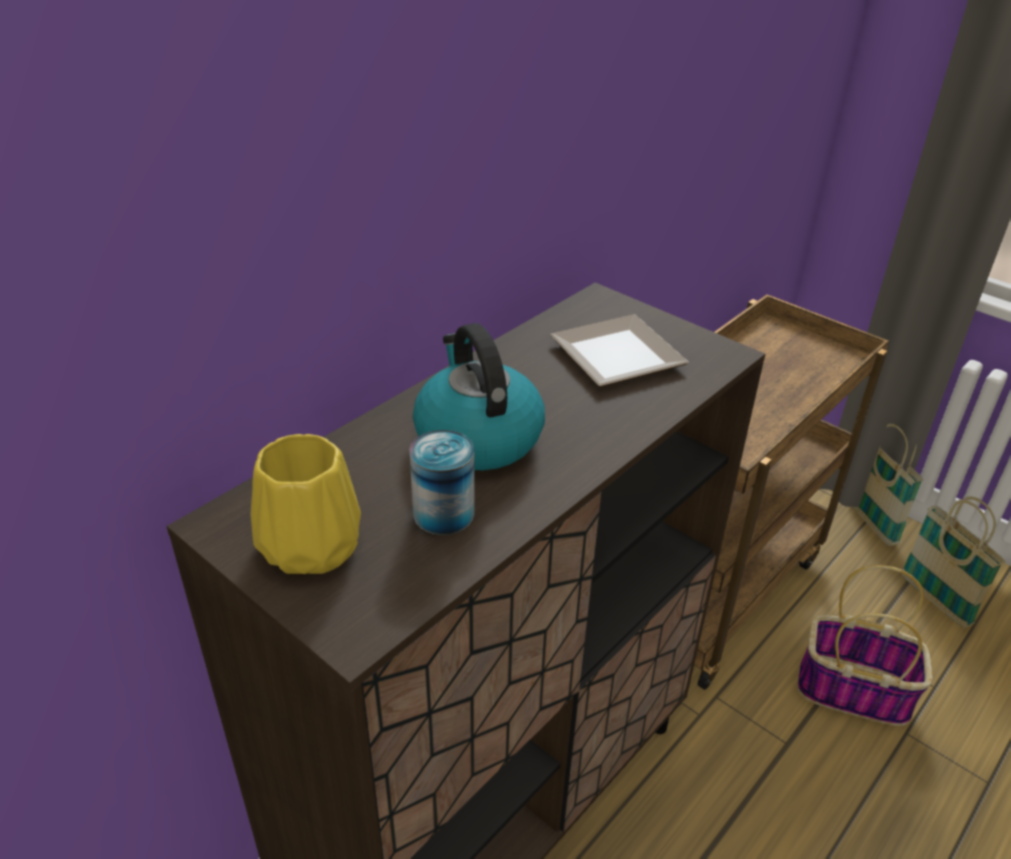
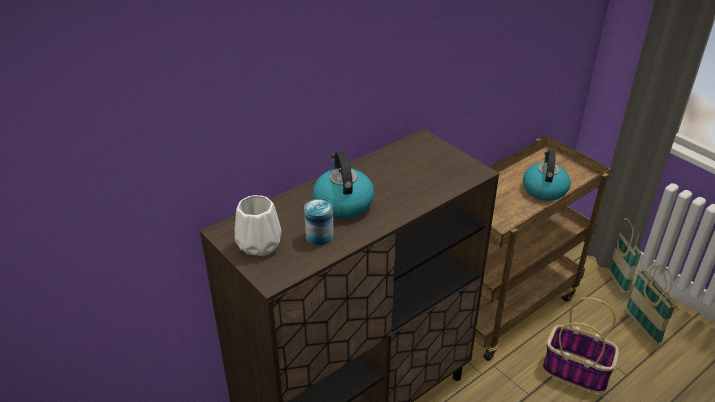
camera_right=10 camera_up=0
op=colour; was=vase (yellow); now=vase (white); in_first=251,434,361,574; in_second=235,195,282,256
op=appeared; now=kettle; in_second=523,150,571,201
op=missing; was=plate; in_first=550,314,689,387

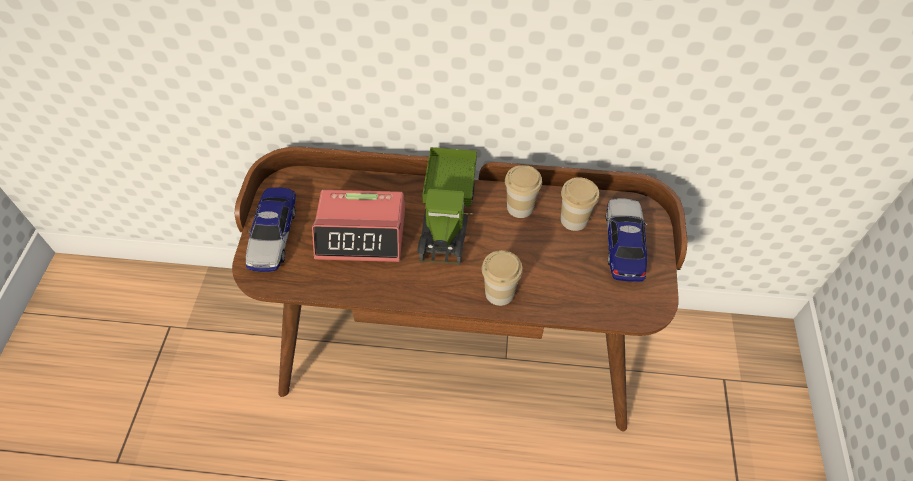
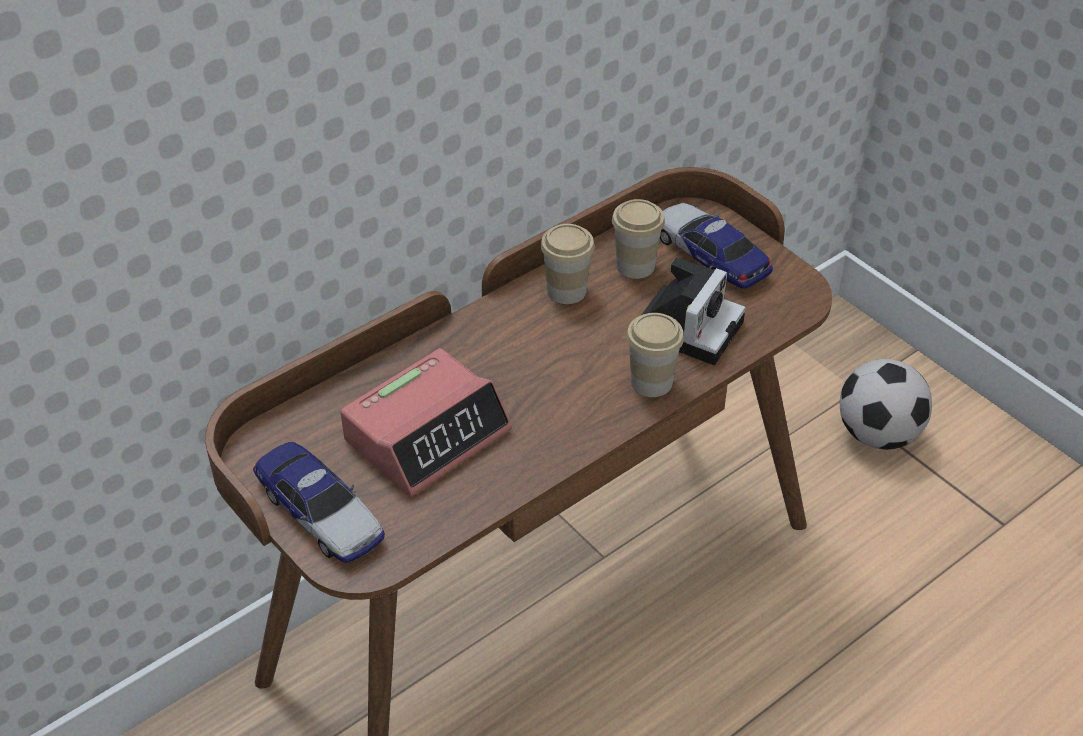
camera_right=-45 camera_up=-10
op=appeared; now=photo camera; in_second=642,258,746,365
op=appeared; now=football; in_second=840,359,932,450
op=missing; was=toy truck; in_first=417,147,477,265

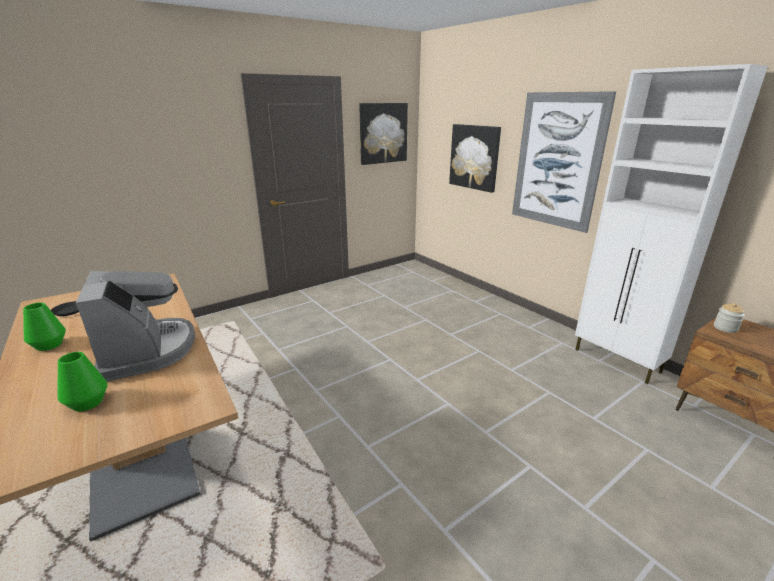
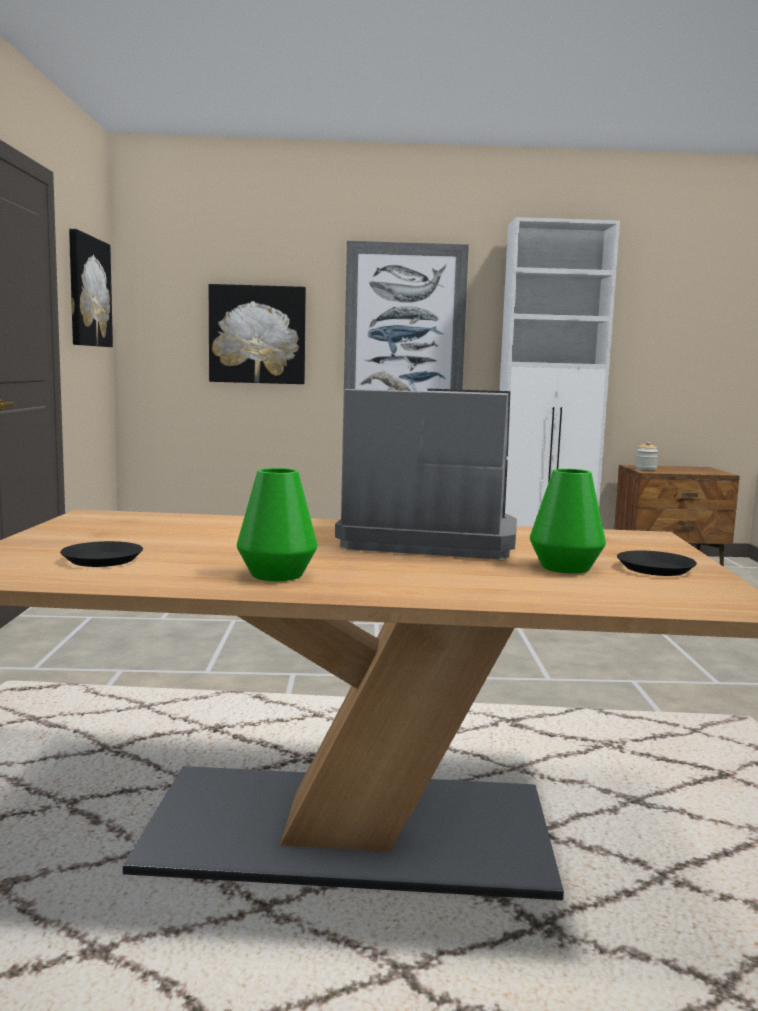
camera_right=-55 camera_up=-15
op=appeared; now=plate (black); in_second=617,551,697,576

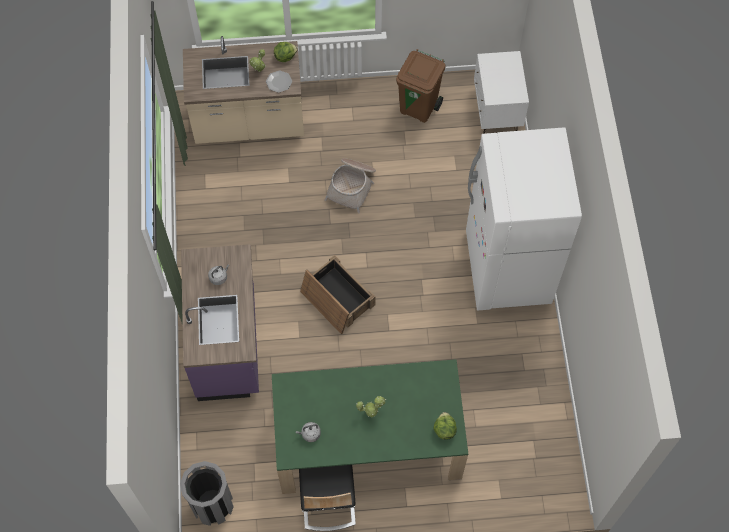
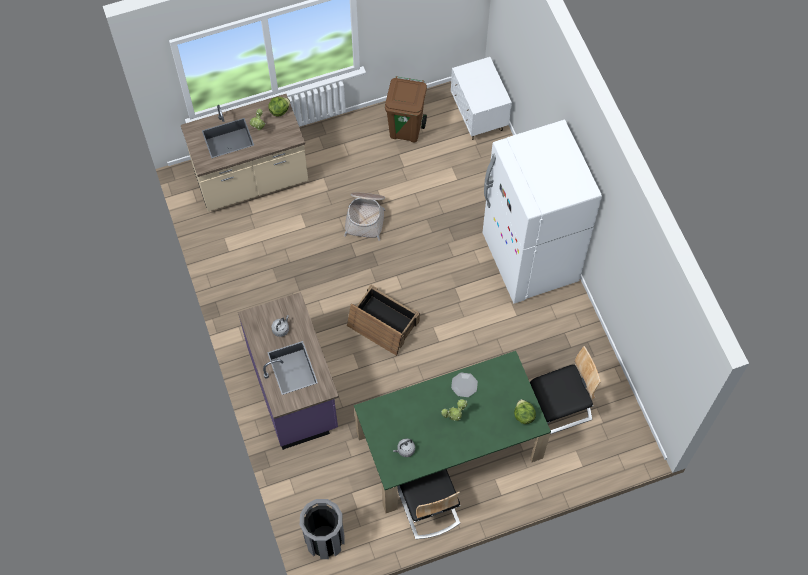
camera_right=-15 camera_up=0
op=relocated; was=plate; in_first=266,70,292,93; in_second=451,373,478,397
op=appeared; now=chair; in_second=530,346,601,434

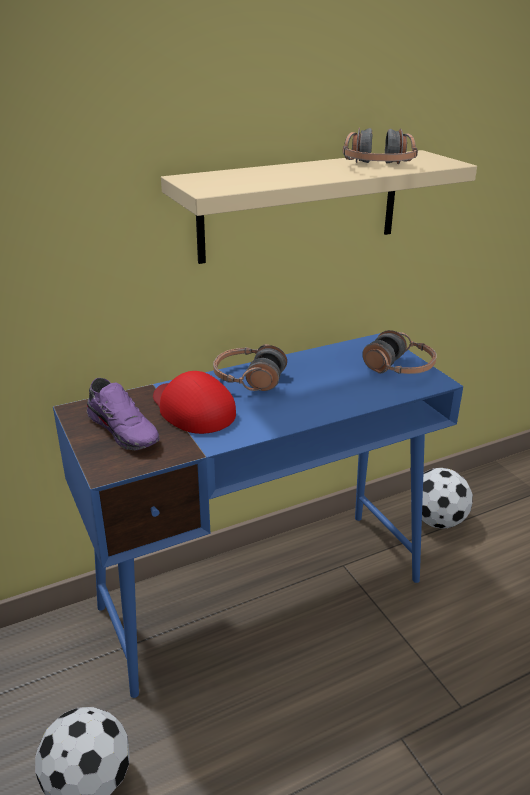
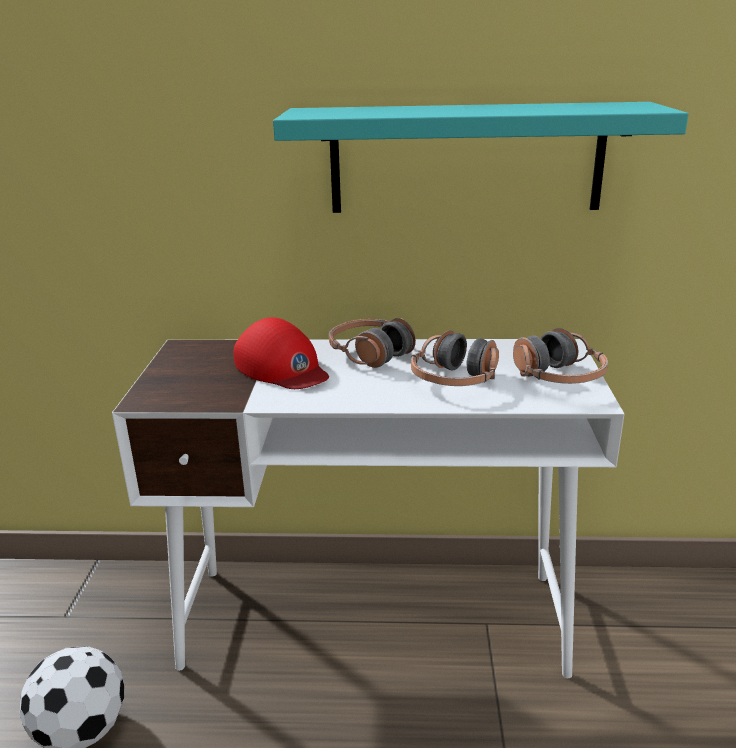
camera_right=30 camera_up=-5
op=colour; was=desk (blue); now=desk (white); in_first=53,333,463,698; in_second=112,339,625,678
op=spun; was=cap (red); in_first=153,371,236,434; in_second=234,317,329,389; clockwise=150
op=colour; was=shelf (beige); now=shelf (turquoise); in_first=161,150,477,264; in_second=273,102,688,213
op=relocated; was=headphones; in_first=343,128,418,164; in_second=411,330,499,386
op=missing; was=shoe (purple); in_first=87,378,159,450
op=missing; was=football; in_first=422,468,473,529

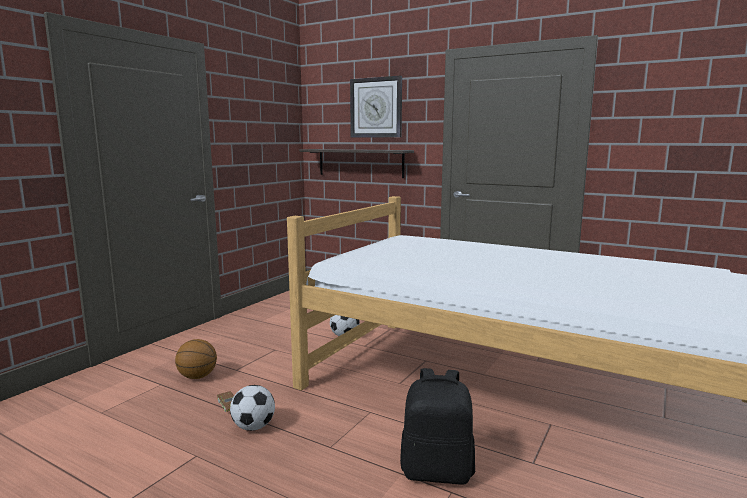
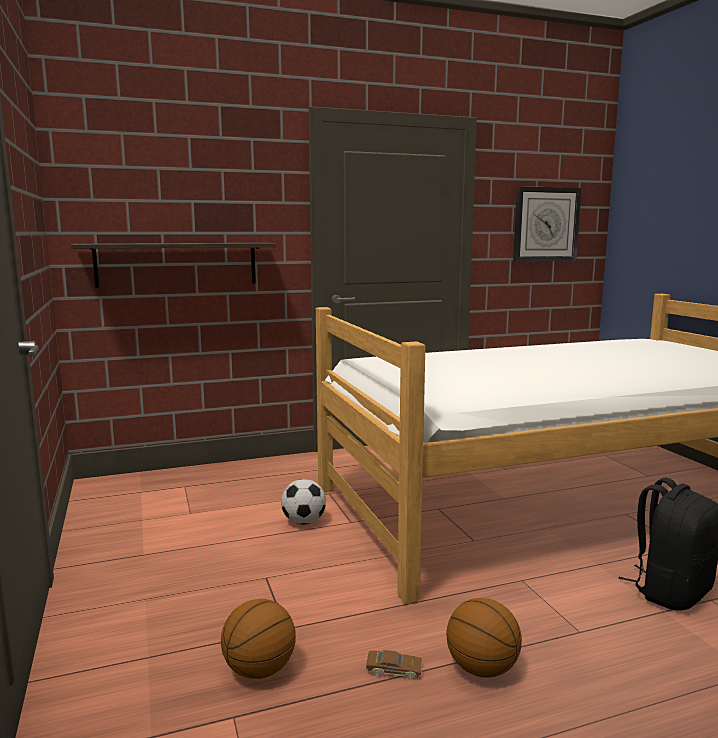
camera_right=-50 camera_up=0
op=exchanged; was=football; now=basketball; in_first=230,385,275,431; in_second=446,598,522,678
op=relocated; was=wall clock; in_first=350,76,402,137; in_second=513,186,582,262

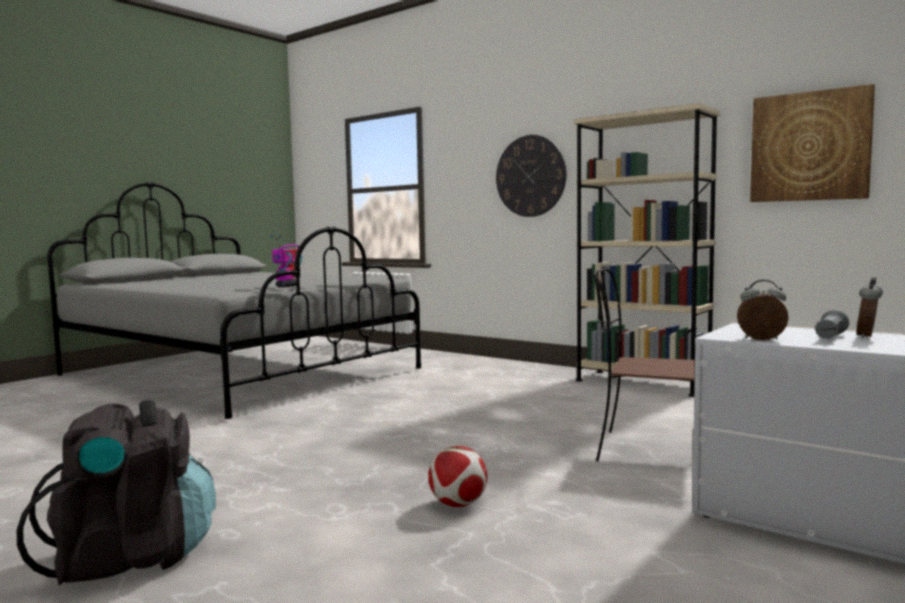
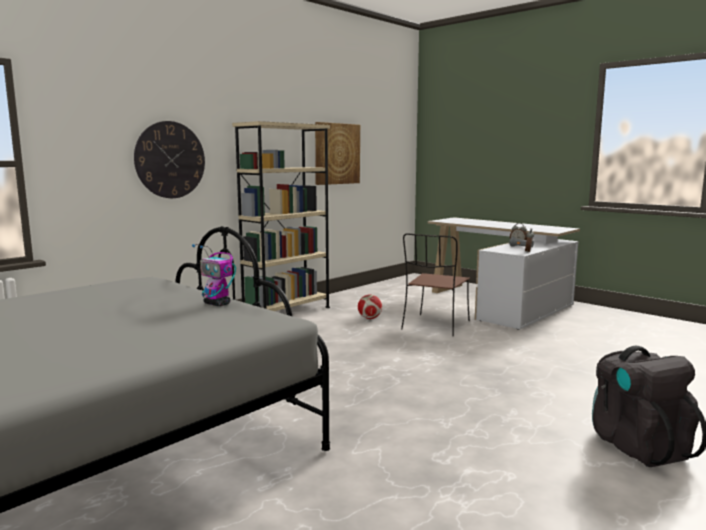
camera_right=-85 camera_up=5
op=relocated; was=football; in_first=428,446,487,507; in_second=358,294,382,319

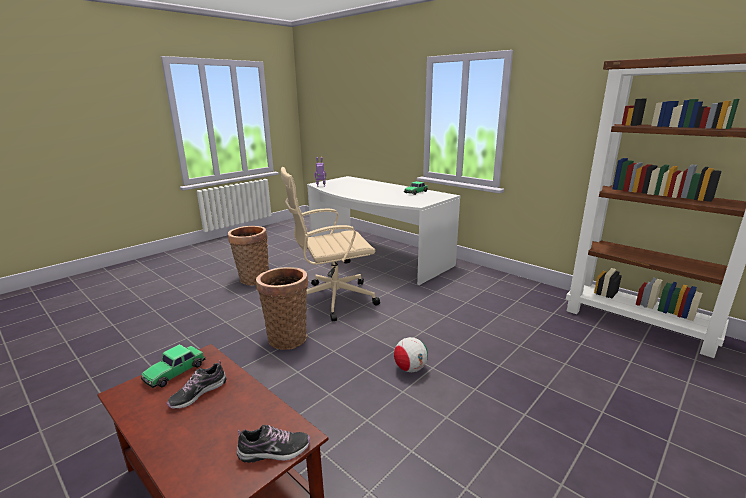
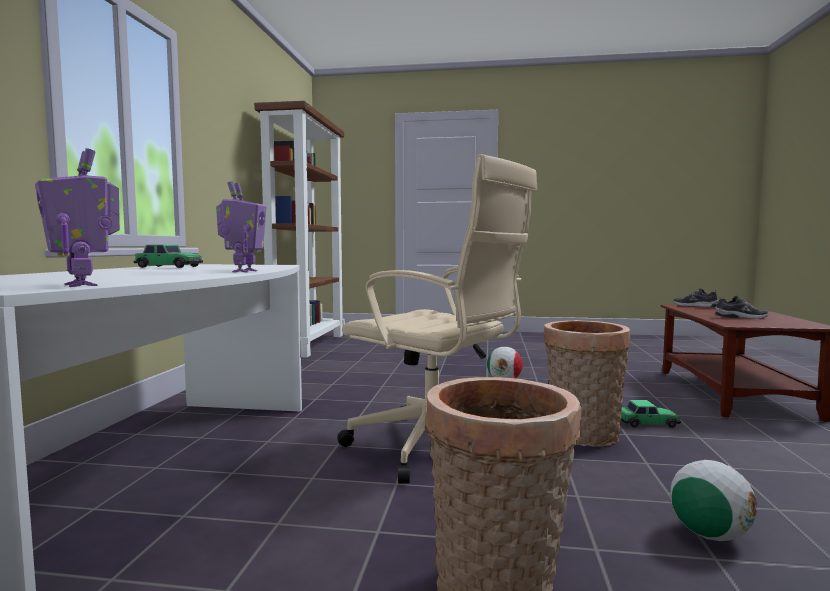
camera_right=-125 camera_up=-15
op=appeared; now=toy robot; in_second=216,181,266,272
op=relocated; was=toy car; in_first=141,344,205,388; in_second=621,400,681,428
op=appeared; now=football; in_second=670,460,757,541

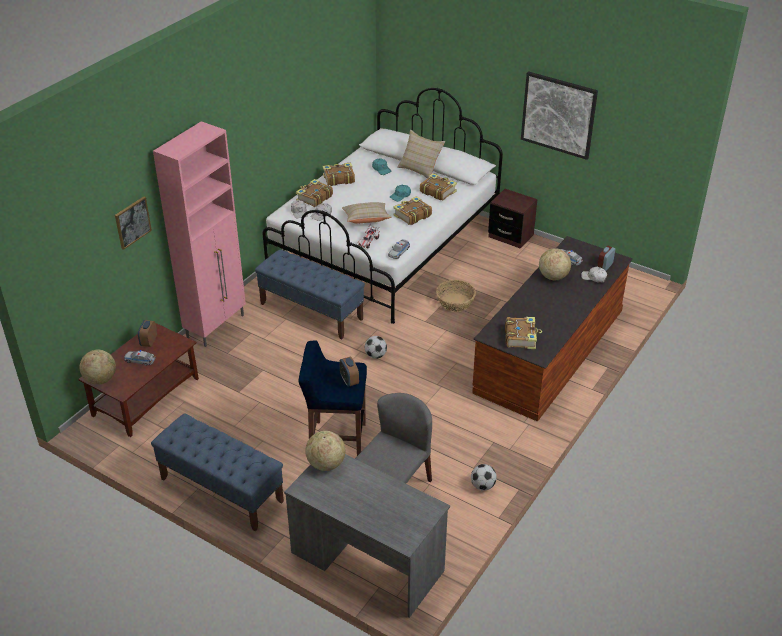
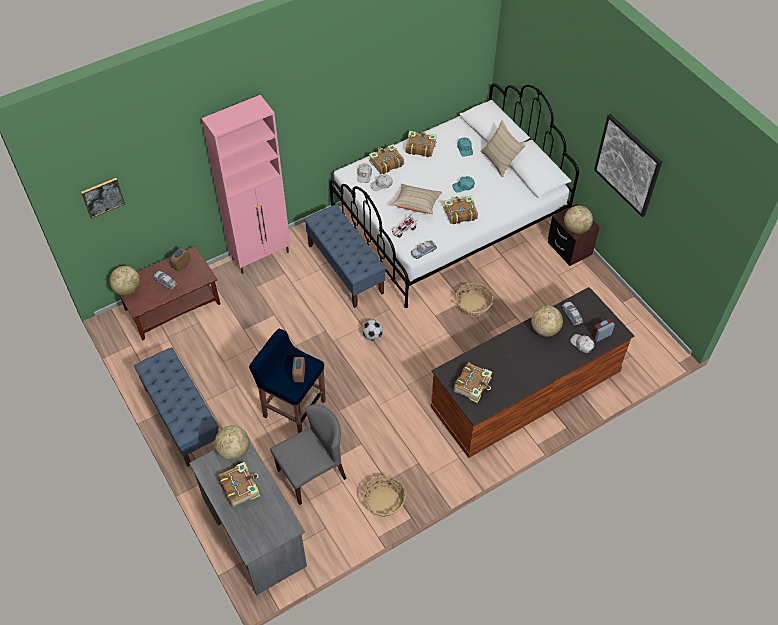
camera_right=25 camera_up=15
op=relocated; was=picture; in_first=115,196,152,250; in_second=81,178,125,219
op=relocated; was=book; in_first=420,173,457,200; in_second=218,462,260,507
op=exchanged; was=football; now=basket; in_first=471,464,497,491; in_second=362,475,406,517
op=appeared; now=globe; in_second=564,206,593,234

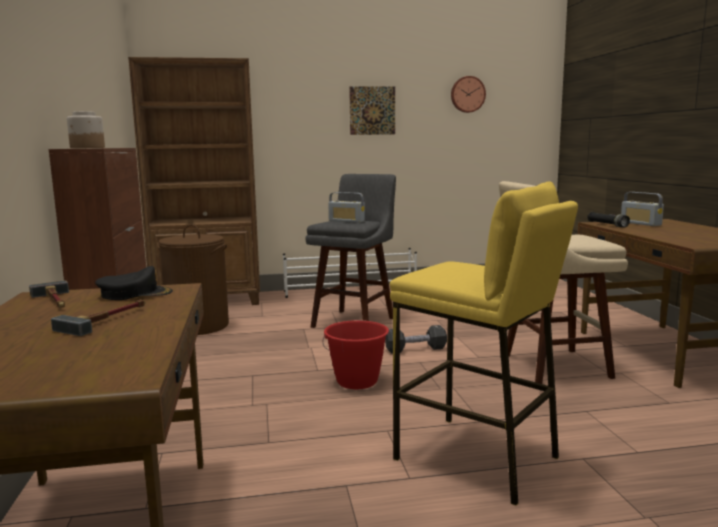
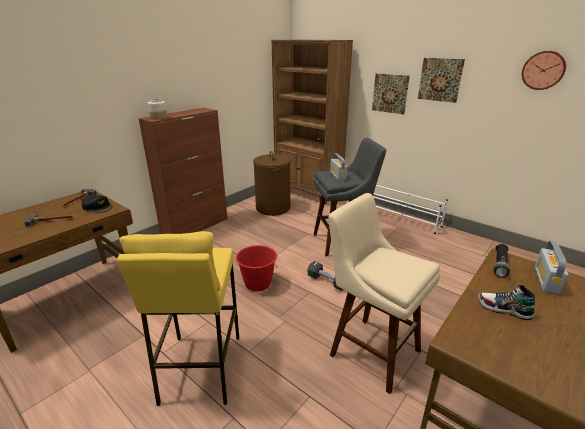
camera_right=50 camera_up=15
op=appeared; now=picture; in_second=372,74,410,114
op=appeared; now=shoe; in_second=478,285,535,320

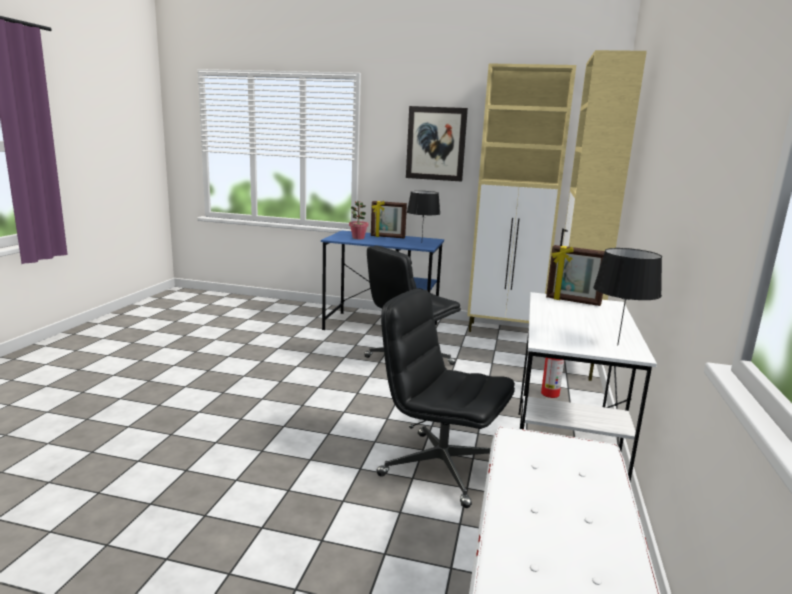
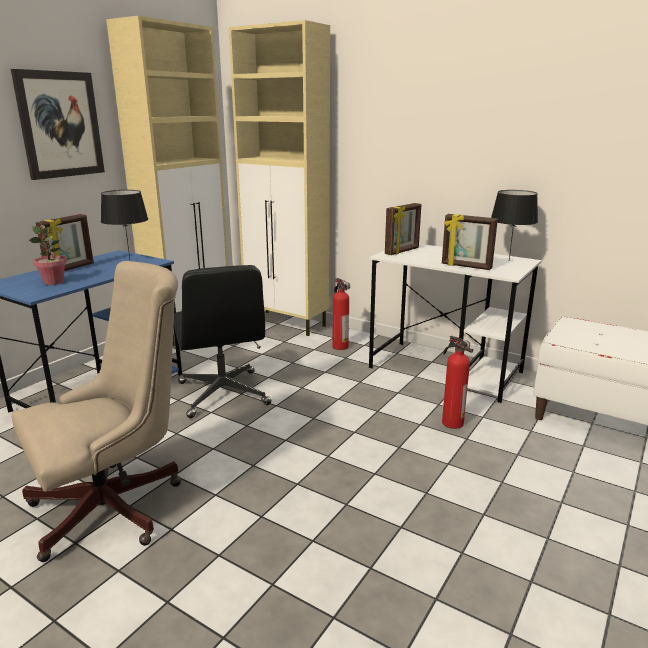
camera_right=-70 camera_up=5
op=appeared; now=office chair (beige); in_second=11,261,181,562
op=appeared; now=picture frame; in_second=442,214,498,270
op=exchanged; was=office chair (black); now=fire extinguisher; in_first=377,289,515,508; in_second=442,336,473,429

